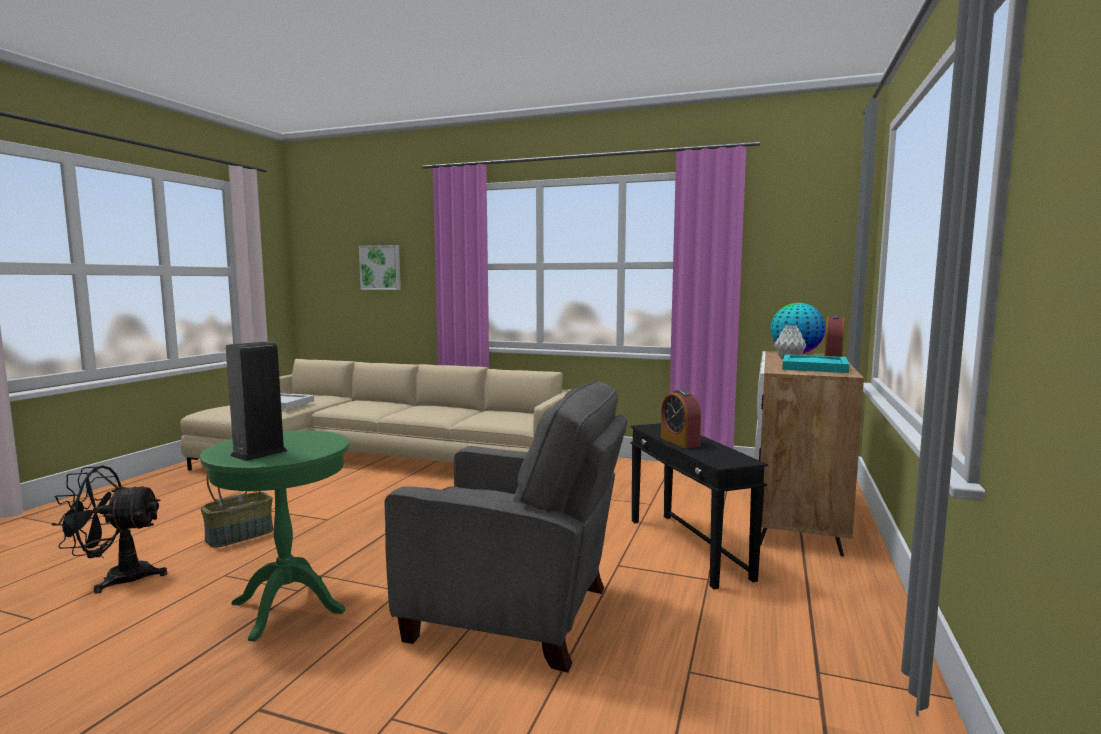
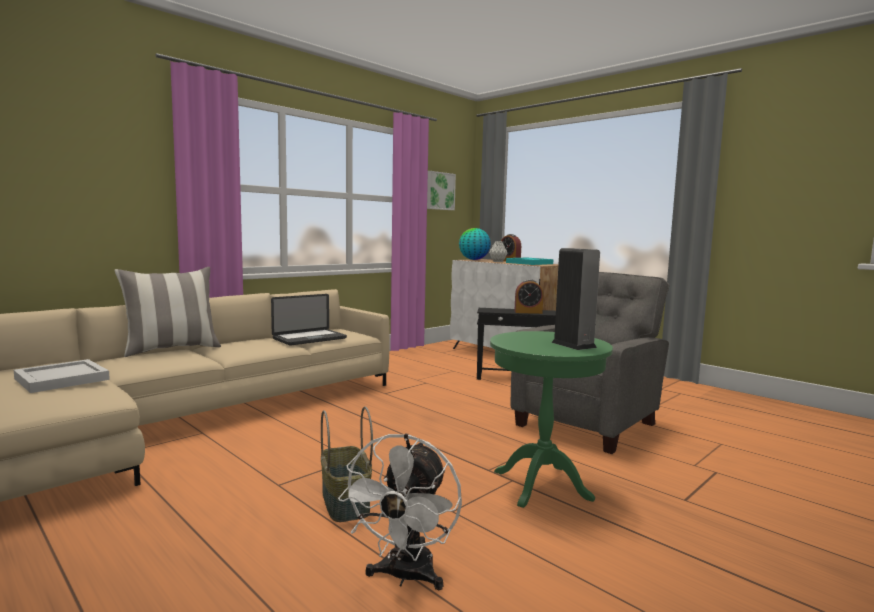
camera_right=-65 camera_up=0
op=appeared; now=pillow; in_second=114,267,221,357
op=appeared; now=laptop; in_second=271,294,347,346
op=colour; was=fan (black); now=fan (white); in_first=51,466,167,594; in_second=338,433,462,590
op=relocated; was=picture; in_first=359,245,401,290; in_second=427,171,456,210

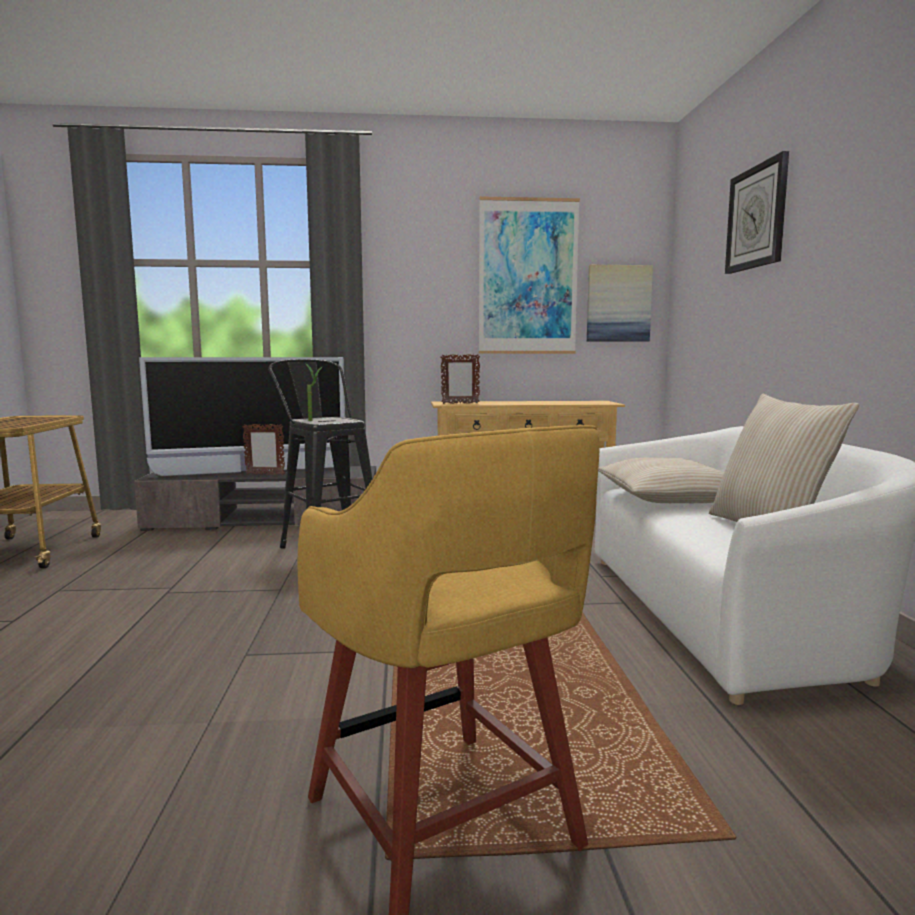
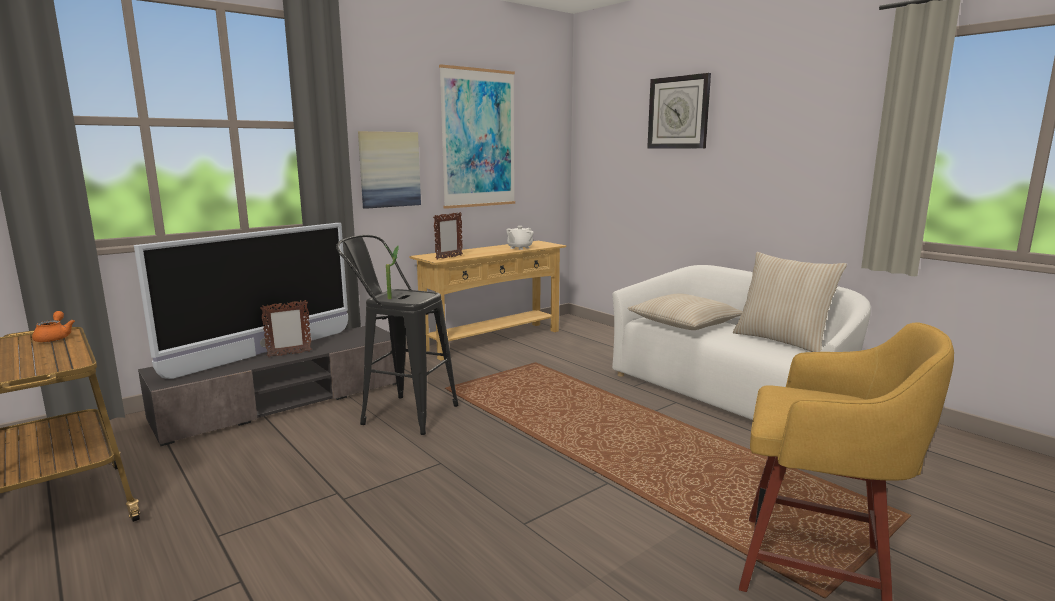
camera_right=-35 camera_up=5
op=appeared; now=teapot (orange); in_second=32,311,75,342
op=relocated; was=picture; in_first=587,265,653,342; in_second=358,131,421,209
op=appeared; now=teapot (white); in_second=506,226,534,250

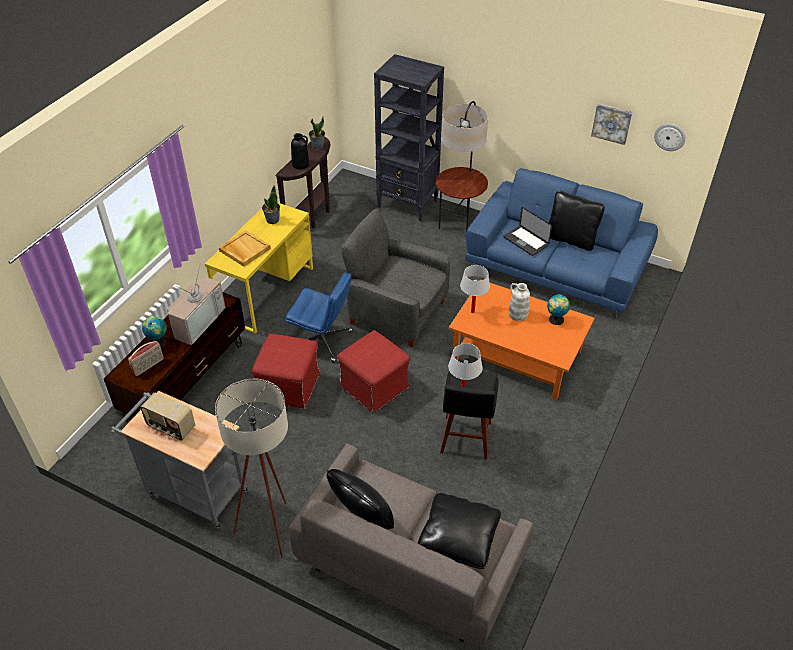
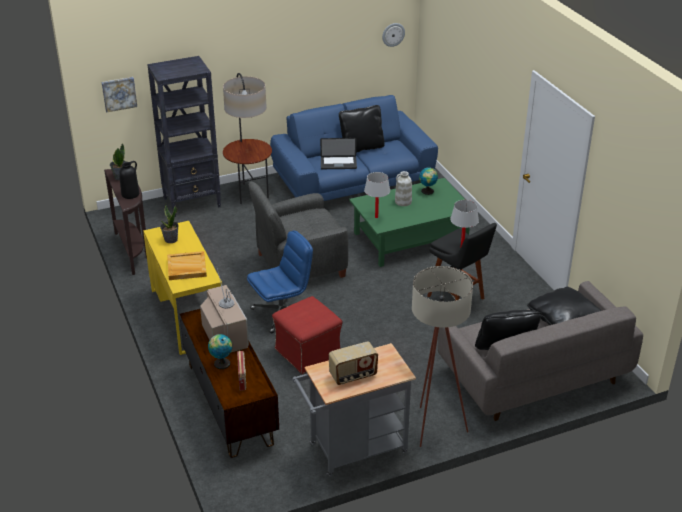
camera_right=-50 camera_up=-10
op=relocated; was=picture; in_first=591,104,633,145; in_second=102,77,137,112
op=colour; was=coffee table (orange); now=coffee table (green); in_first=448,279,595,400; in_second=349,178,470,267
op=missing; was=ottoman (red); in_first=337,330,411,413

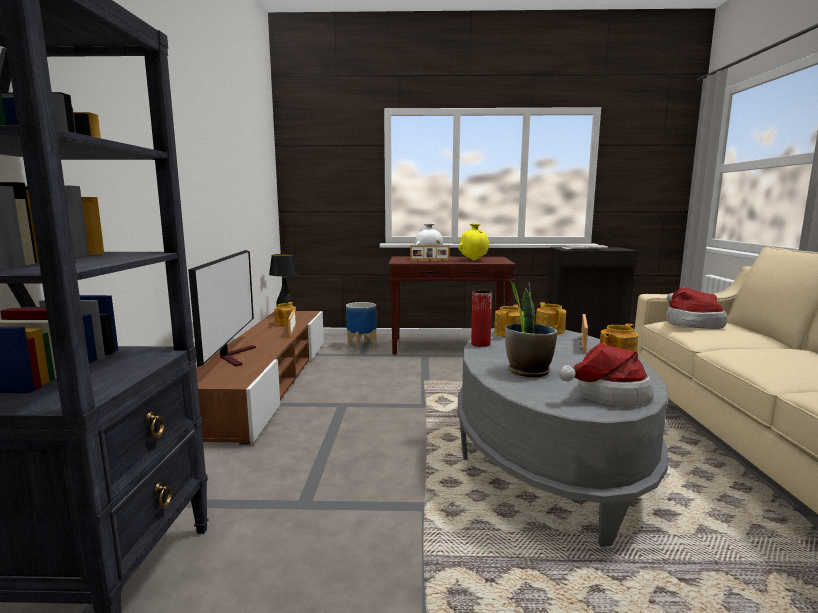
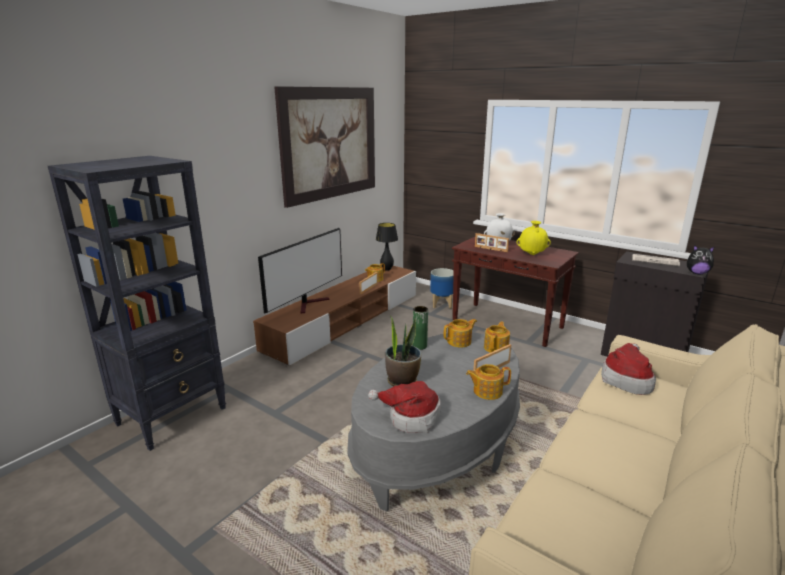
camera_right=35 camera_up=10
op=appeared; now=picture; in_second=274,86,375,208
op=colour; was=vase (red); now=vase (green); in_first=471,290,492,347; in_second=413,306,428,350
op=appeared; now=plush toy; in_second=687,245,714,274

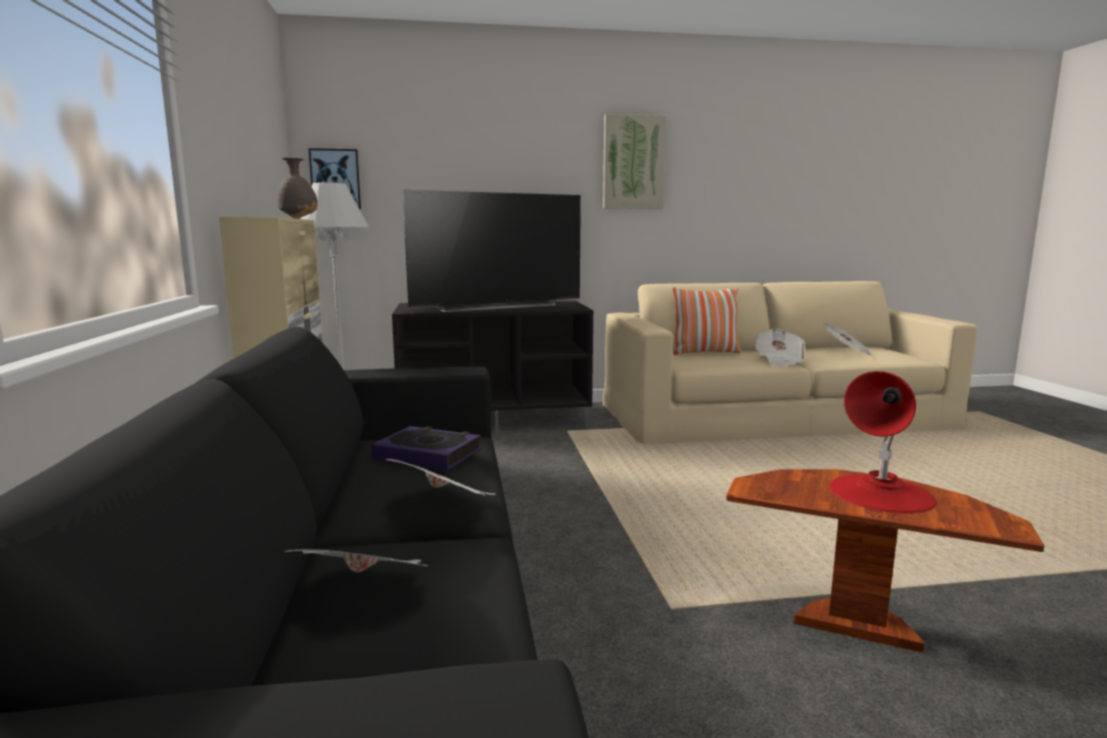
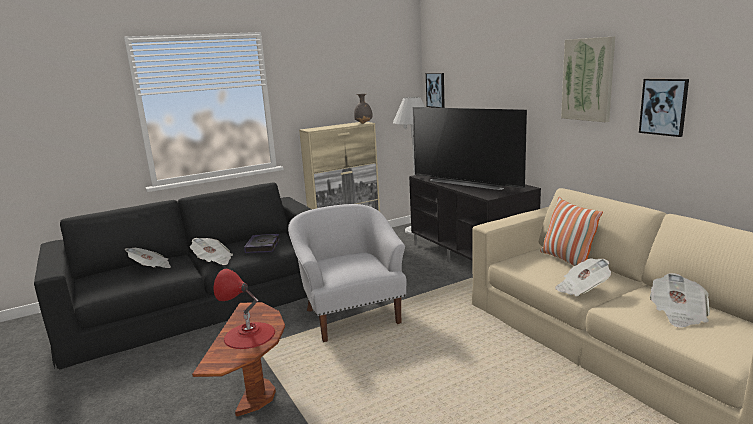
camera_right=70 camera_up=5
op=appeared; now=armchair (white); in_second=288,204,406,342
op=appeared; now=picture; in_second=639,79,689,137

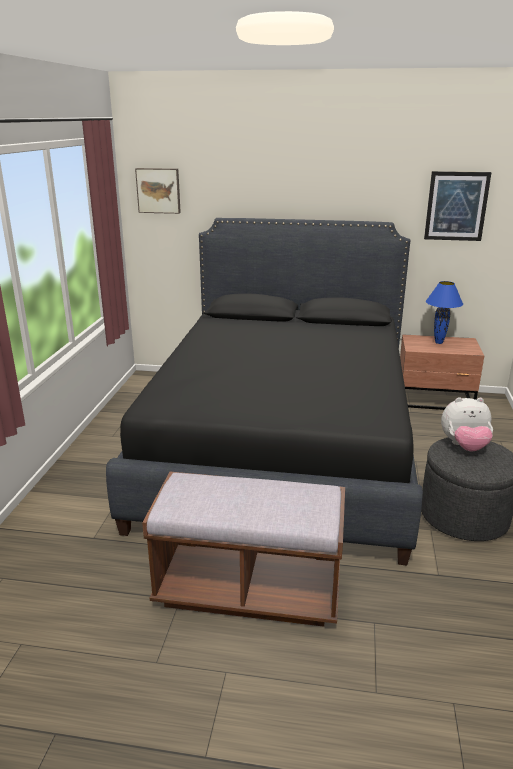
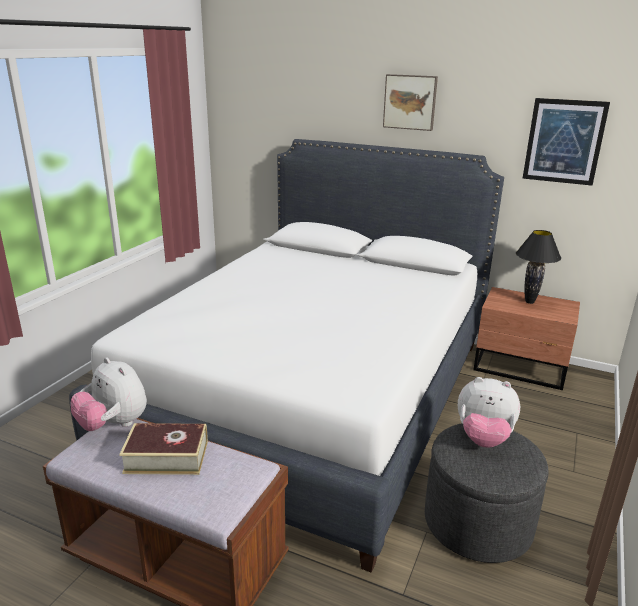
camera_right=15 camera_up=0
op=colour; was=bed (black); now=bed (white); in_first=106,218,423,565; in_second=69,139,504,573
op=appeared; now=plush toy; in_second=71,357,147,431
op=appeared; now=book; in_second=119,423,208,475
op=relocated; was=picture; in_first=135,168,181,214; in_second=383,74,438,131
op=colour; was=table lamp (blue); now=table lamp (black); in_first=426,281,463,344; in_second=516,230,561,304

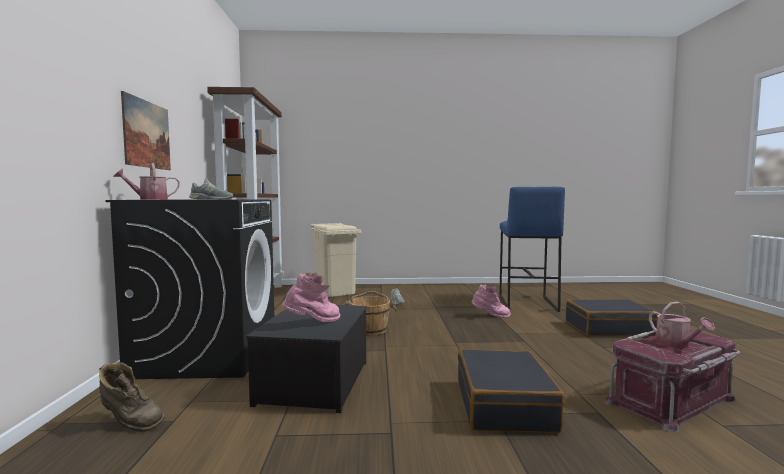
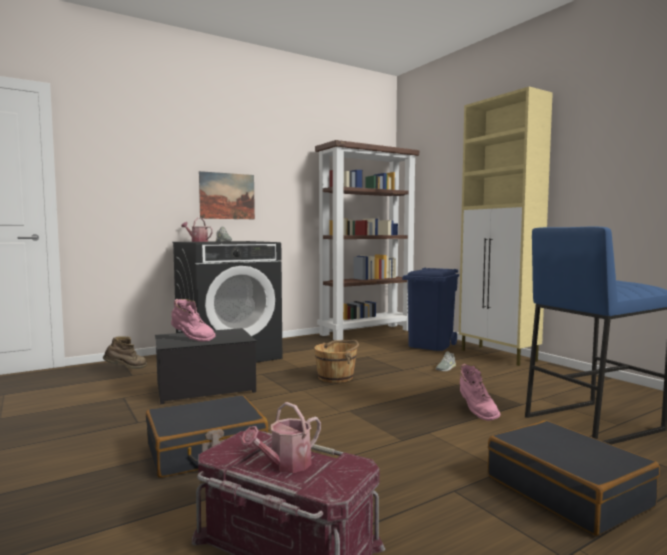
camera_right=60 camera_up=0
op=spun; was=boot (brown); in_first=99,362,165,432; in_second=103,336,147,369; clockwise=-120
op=colour; was=trash can (beige); now=trash can (blue); in_first=310,223,362,297; in_second=402,268,459,351
op=appeared; now=cabinet (beige); in_second=459,86,553,366

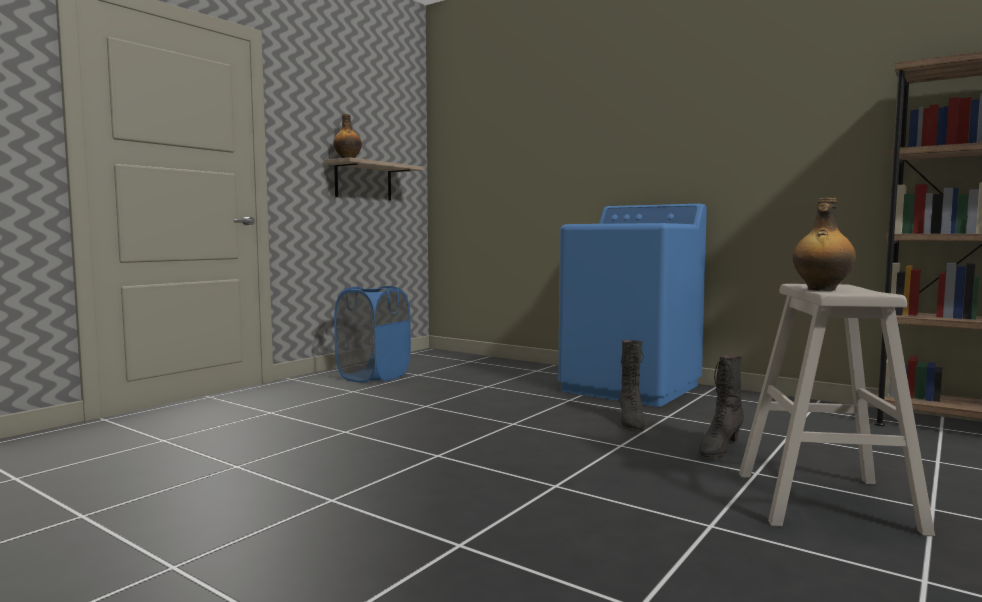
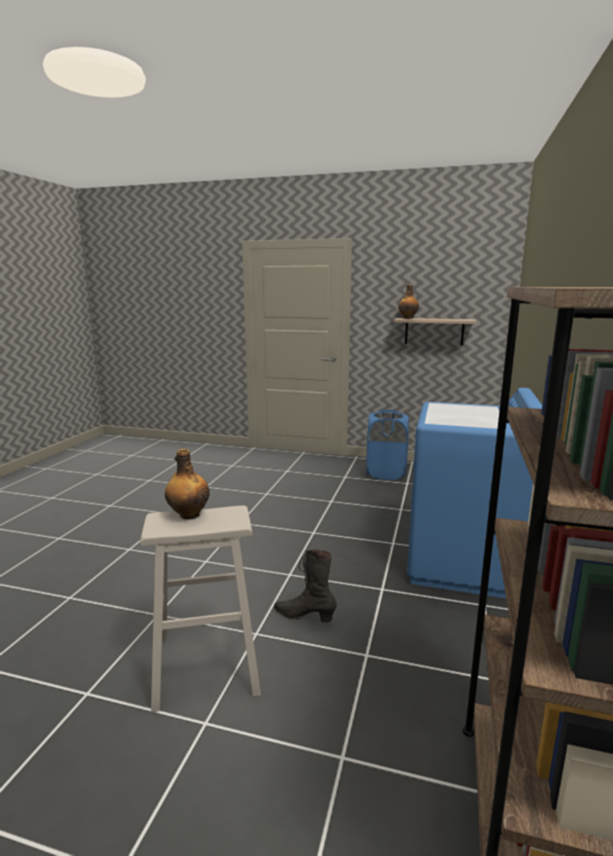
camera_right=70 camera_up=10
op=missing; was=boot (black); in_first=619,340,645,431

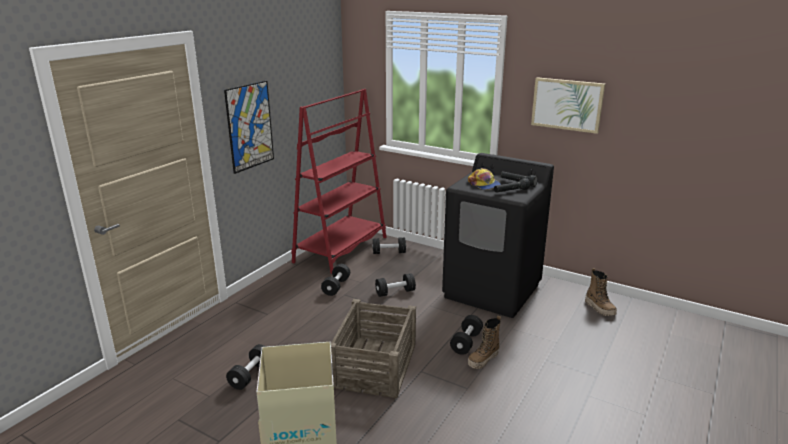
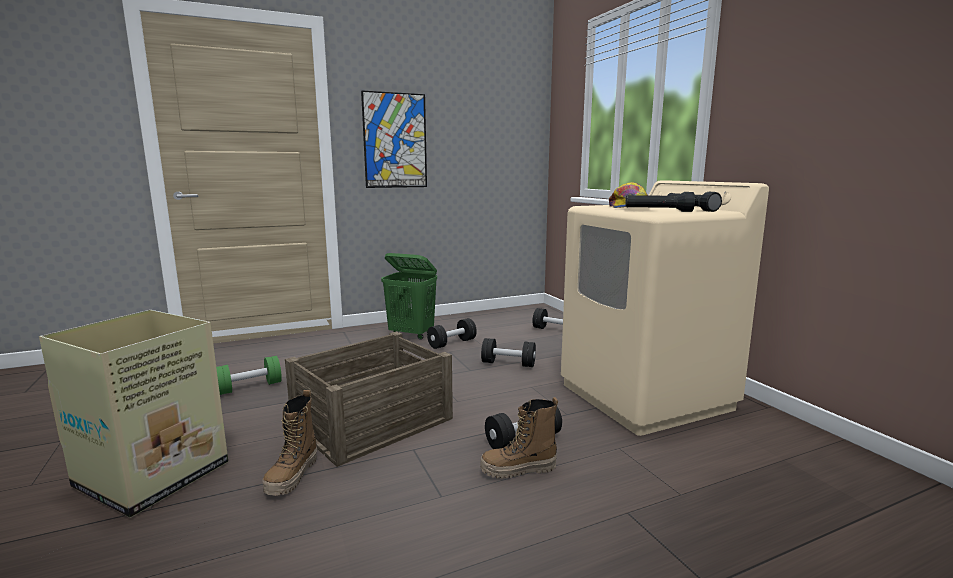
camera_right=35 camera_up=-10
op=colour; was=dumbbell (black); now=dumbbell (green); in_first=226,344,266,390; in_second=216,356,282,395
op=relocated; was=boot; in_first=585,268,617,316; in_second=263,390,317,496
op=appeared; now=laundry basket (green); in_second=381,253,437,340
op=colour; was=washing machine (black); now=washing machine (beige); in_first=442,153,554,318; in_second=561,180,769,436
op=missing; was=bookcase (red); in_first=291,89,386,274
op=missing; was=picture; in_first=531,77,605,134

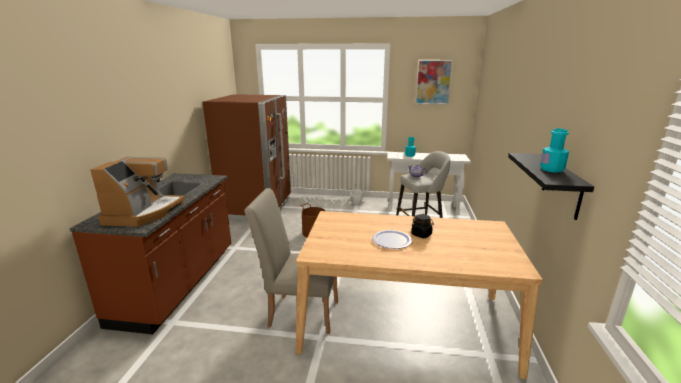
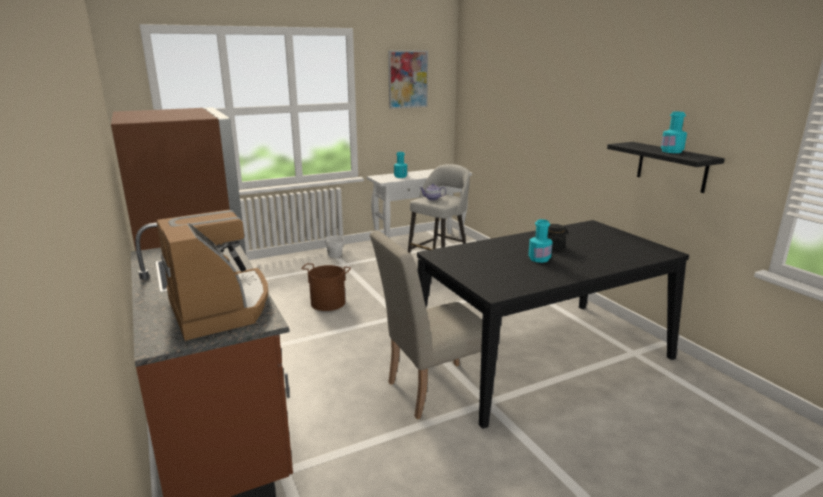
camera_right=-35 camera_up=0
op=colour; was=dining table (beige); now=dining table (black); in_first=296,211,543,379; in_second=417,220,689,428
op=exchanged; was=plate; now=bottle (turquoise); in_first=372,230,412,249; in_second=528,219,553,263

